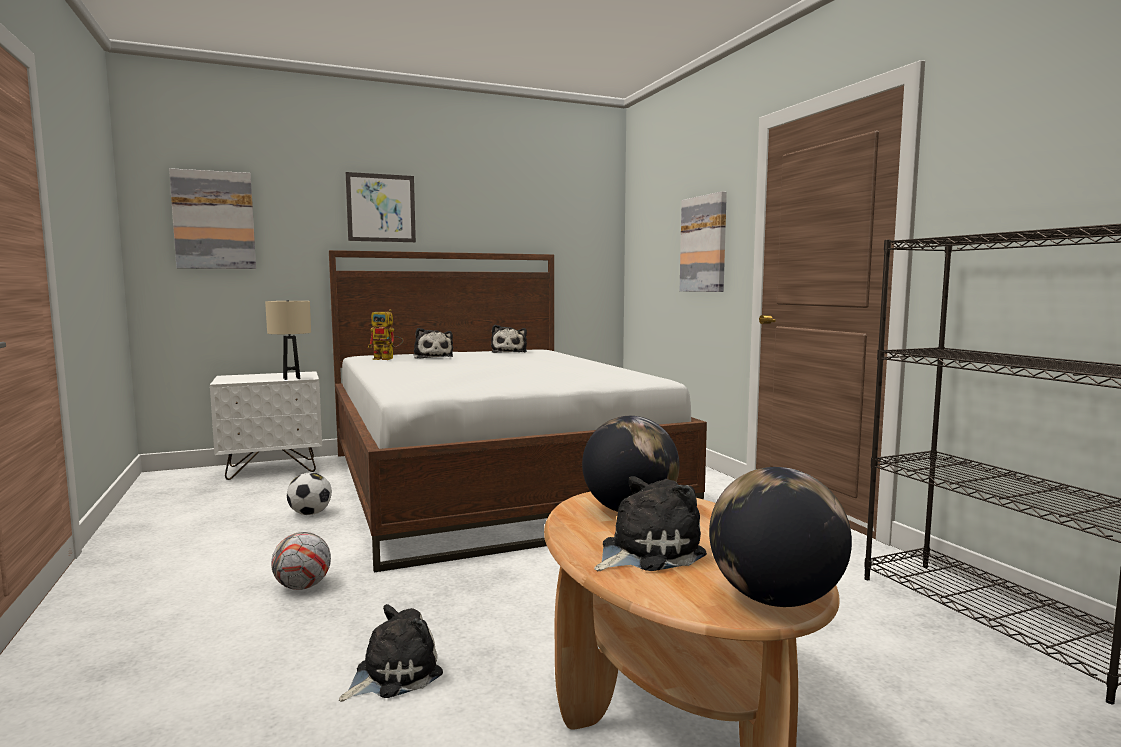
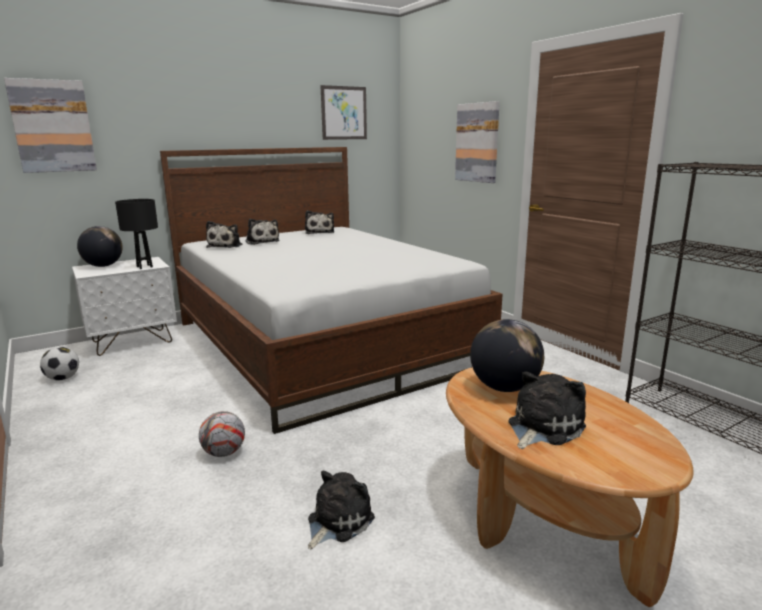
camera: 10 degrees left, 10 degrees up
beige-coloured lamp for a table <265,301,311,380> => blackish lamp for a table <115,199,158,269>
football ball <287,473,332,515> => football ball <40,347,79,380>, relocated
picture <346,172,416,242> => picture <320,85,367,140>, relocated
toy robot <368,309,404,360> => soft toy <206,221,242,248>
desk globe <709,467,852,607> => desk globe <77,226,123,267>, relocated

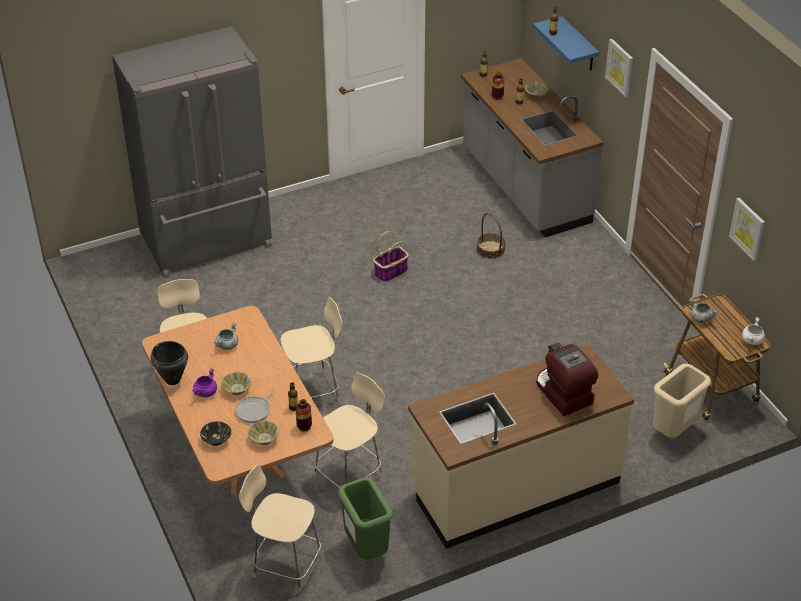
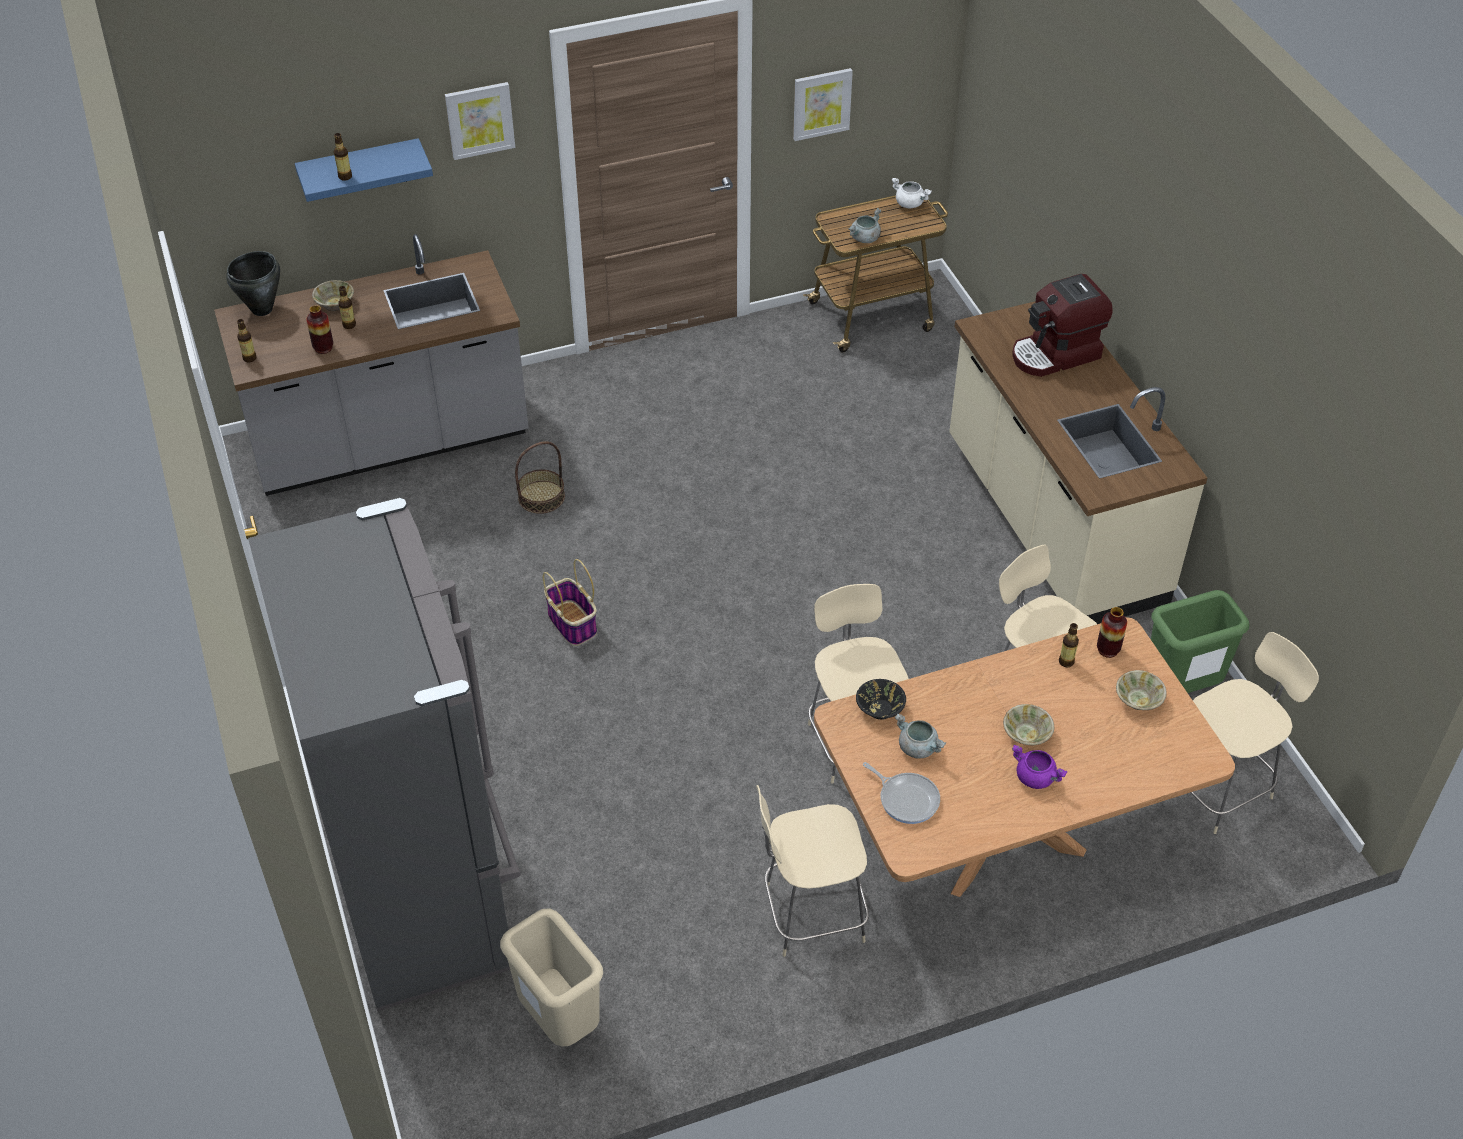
camera: 85 degrees left, 5 degrees up
blackish cooking pot <151,341,188,385> => blackish cooking pot <226,251,280,316>, relocated
blackish deep dish <200,421,231,446> => blackish deep dish <856,679,906,720>, relocated
frying pan <235,387,276,423> => frying pan <863,762,940,824>, relocated
beige-coloured chair <239,464,322,593> => beige-coloured chair <1190,632,1319,834>, 150 degrees counterclockwise
beige-coloured trash can <653,364,711,438> => beige-coloured trash can <500,908,603,1047>, relocated

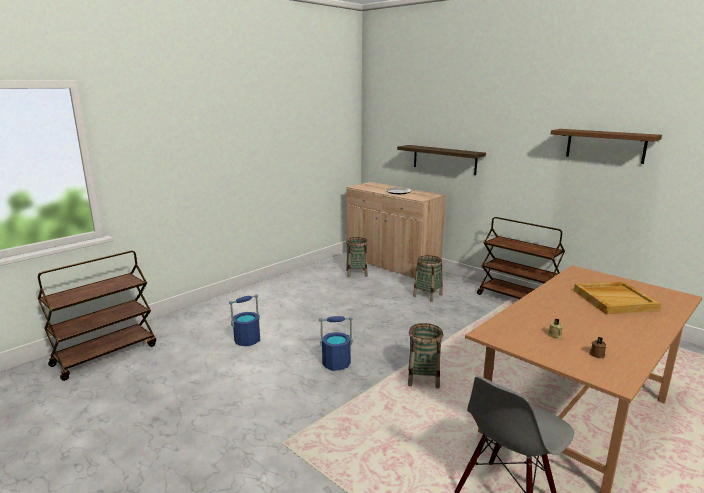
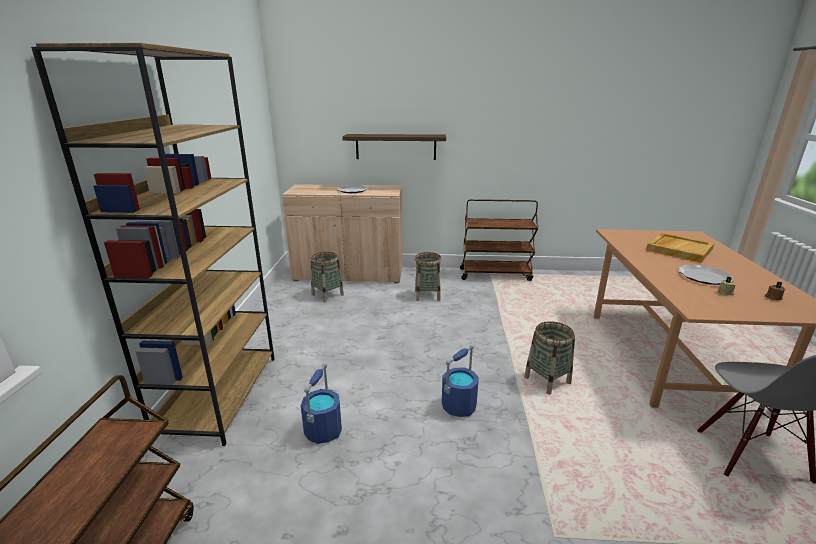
camera: 40 degrees left, 5 degrees up
brownish shelf <551,129,662,164> => nothing
nothing => brownish shelving unit <31,43,275,446>
nothing => plate <679,265,734,285>

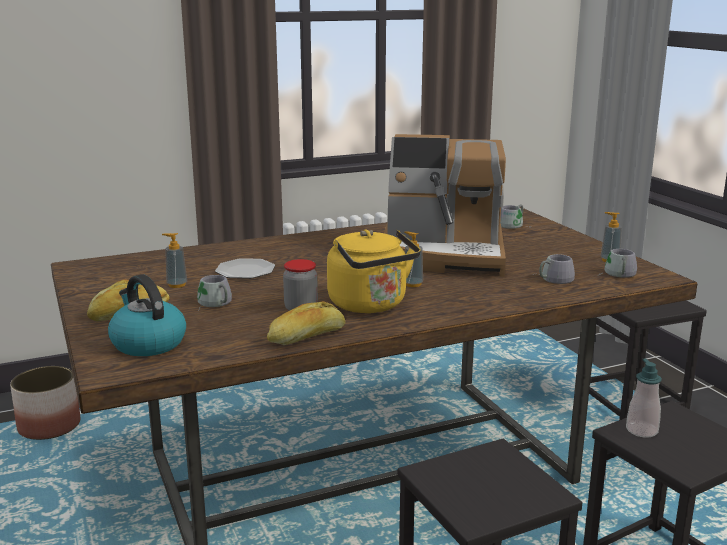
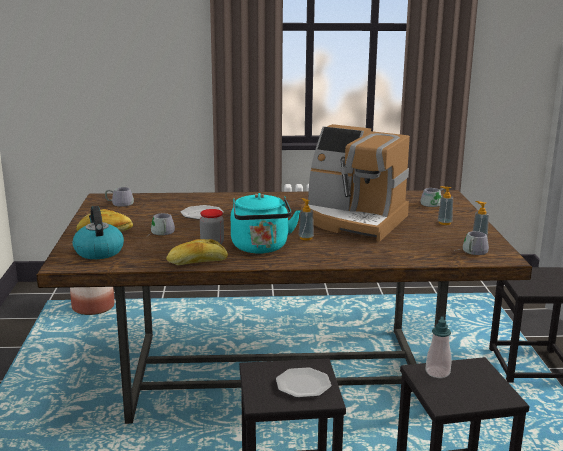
camera: 20 degrees right, 0 degrees up
liquid soap bottle <162,233,187,288> => liquid soap bottle <438,186,453,225>, relocated
yellowish water kettle <327,229,421,313> => turquoise-coloured water kettle <231,193,300,253>
greyish mug <533,254,575,284> => greyish mug <105,187,134,207>, relocated
nothing => plate <276,367,332,398>

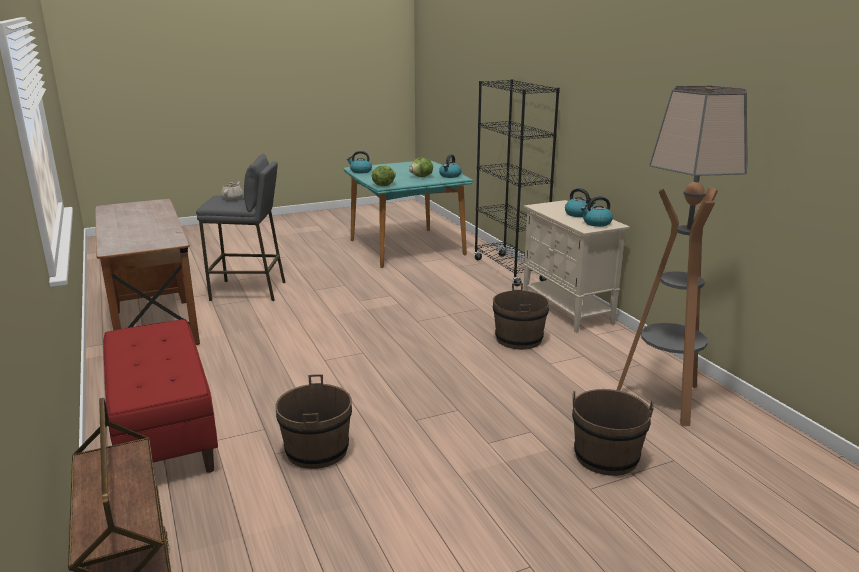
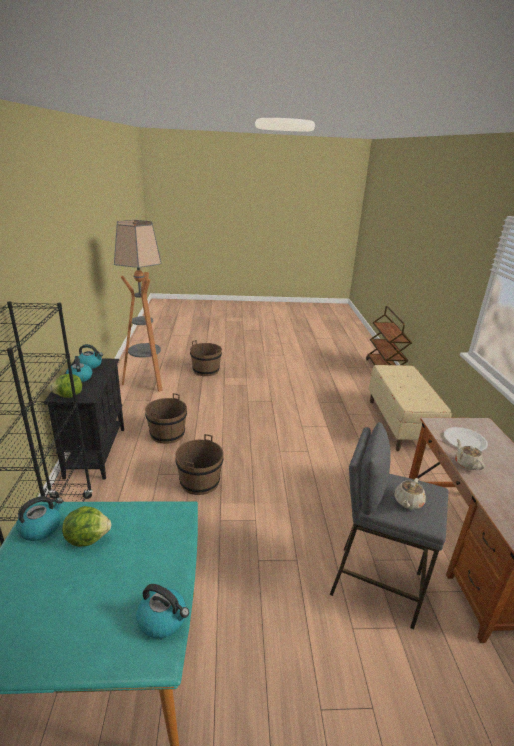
camera: 160 degrees left, 5 degrees up
red-coloured bench <103,319,218,473> => beige-coloured bench <369,365,452,451>
brownish pail <275,374,352,469> => brownish pail <175,434,224,495>, relocated
lettuce <372,166,396,186> => lettuce <50,374,82,398>, relocated
beige-coloured cabinet <523,200,630,333> => blackish cabinet <44,358,124,480>
nothing => whitish plate <444,427,488,451>
nothing => beige-coloured teapot <455,439,485,470>

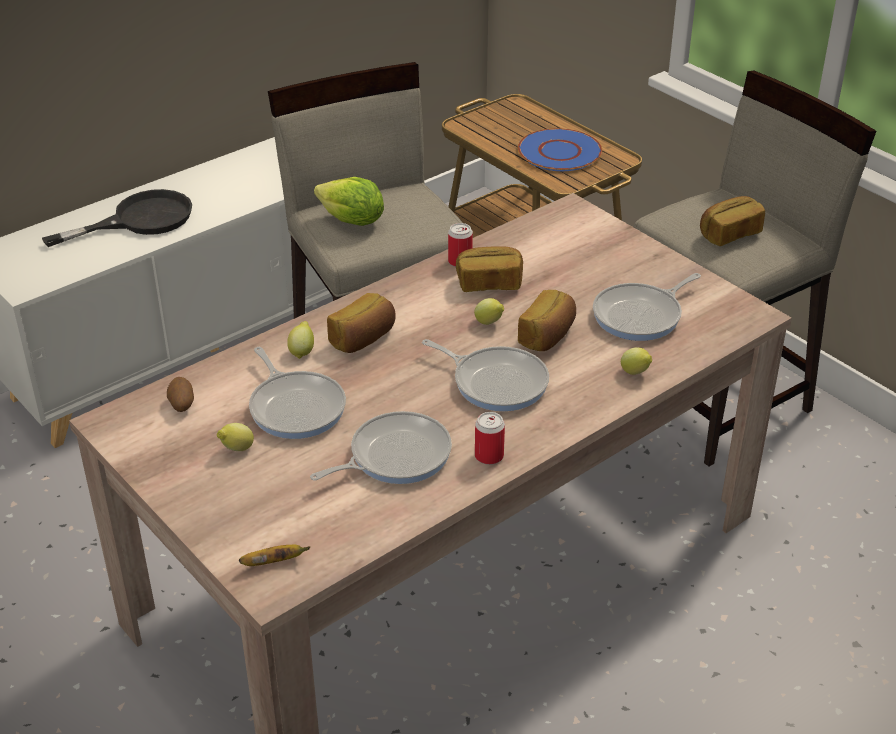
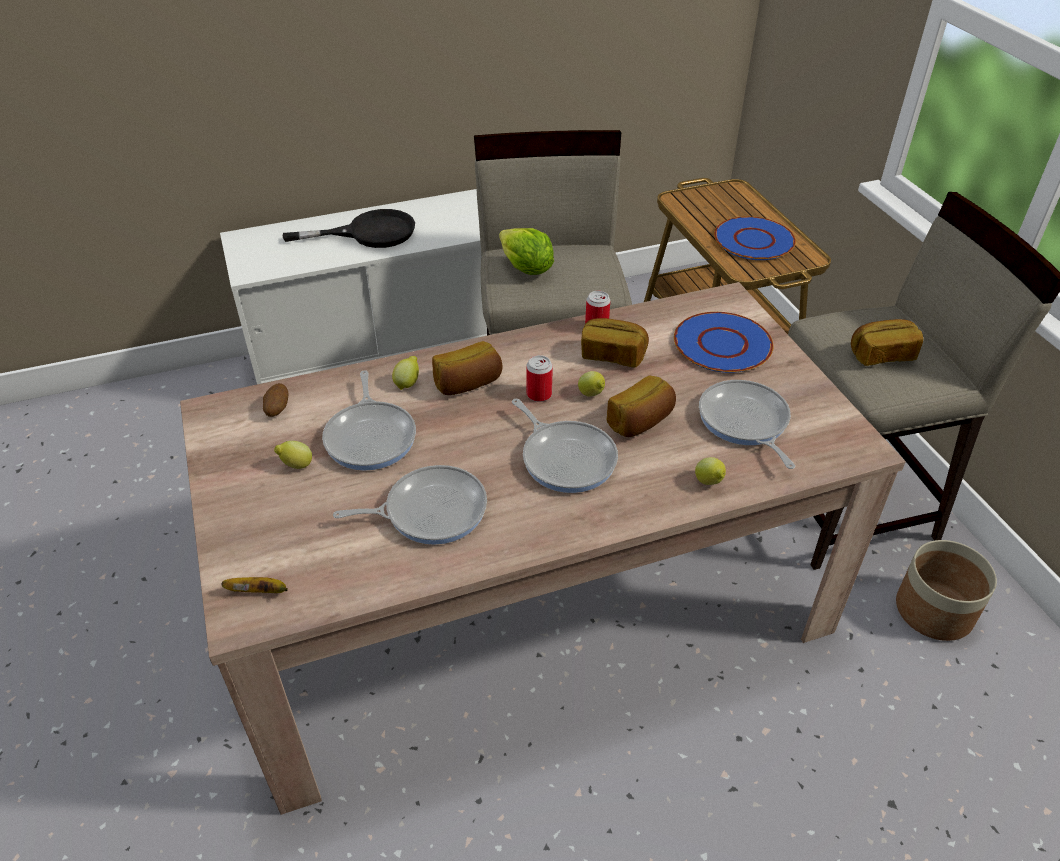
camera: 20 degrees right, 5 degrees up
sealed can <475,412,505,465> => sealed can <526,355,553,402>, relocated
frying pan <593,273,701,341> => frying pan <699,380,795,469>, 90 degrees clockwise
nothing => blue-coloured plate <674,312,773,373>
nothing => planter <896,540,997,641>

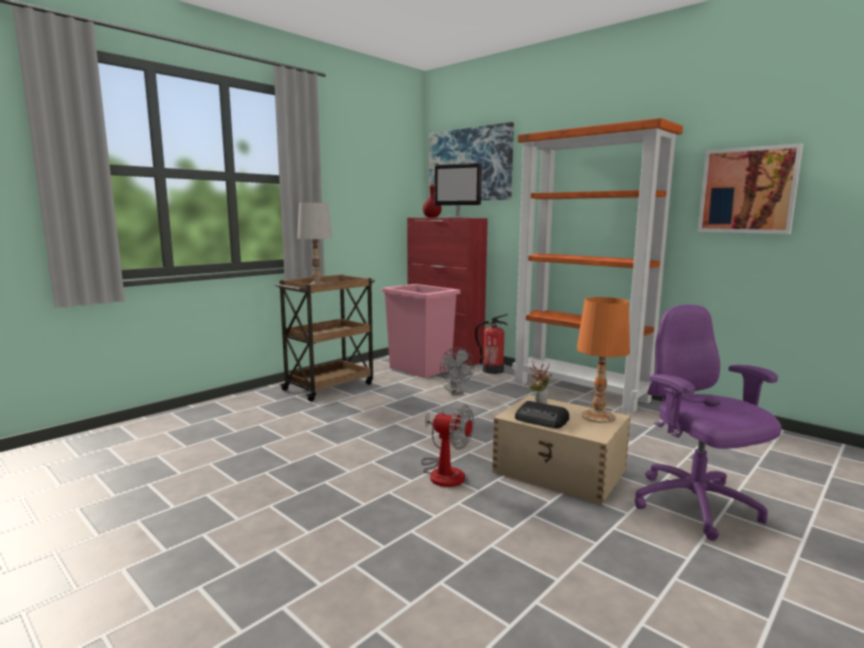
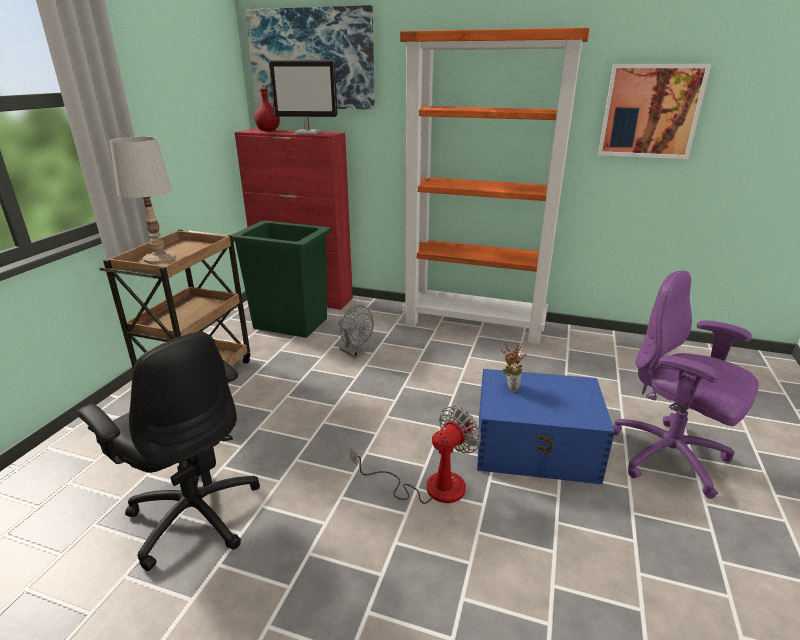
camera: 25 degrees left, 15 degrees up
pink-coloured trash can <382,284,460,378> => greenish trash can <232,221,331,338>
fan <421,404,474,487> => fan <350,406,481,504>, 45 degrees counterclockwise
fire extinguisher <475,314,508,374> => nothing
beige-coloured storage box <492,395,631,505> => blue-coloured storage box <477,369,615,484>
radio set <515,401,569,428> => nothing
orangey lamp for a table <577,297,630,423> => nothing
nothing => blackish computer chair <77,332,260,571>

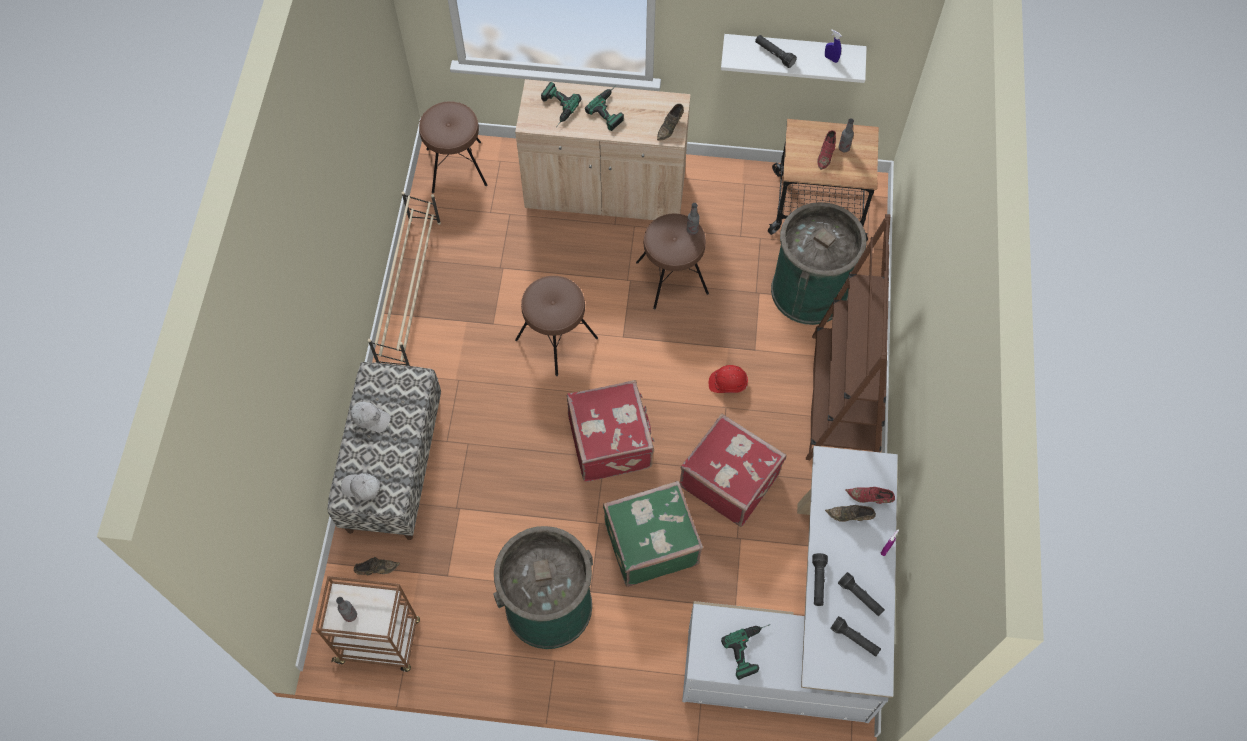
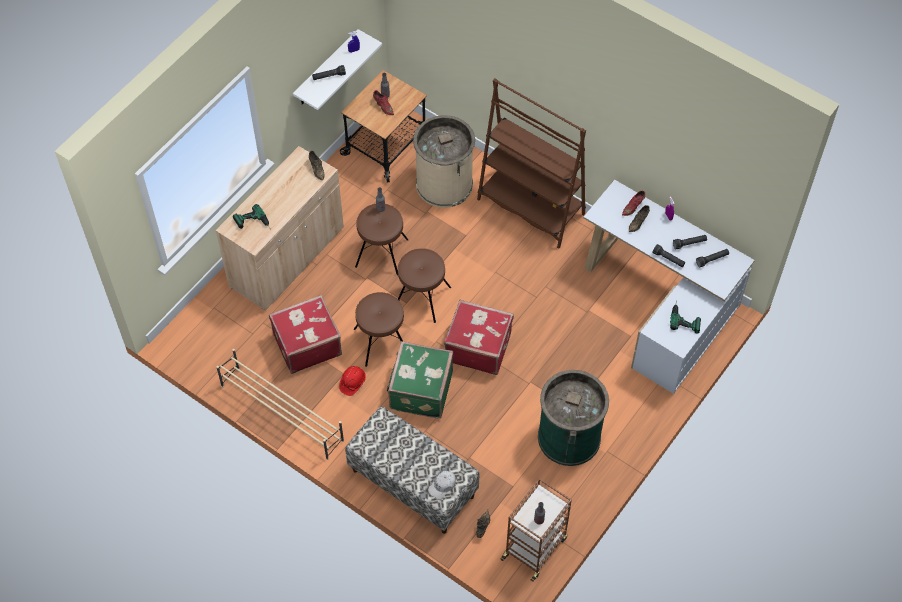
camera: 60 degrees left, 5 degrees down
whitish cap <350,401,391,433> => nothing
brownish sitting stool <419,101,487,194> => brownish sitting stool <398,248,451,323>, relocated
drill <585,85,624,131> => nothing
greenish travel case <603,481,703,587> => greenish travel case <387,341,453,418>, relocated
red-coloured travel case <680,413,787,527> => red-coloured travel case <269,295,342,374>, relocated
red-coloured work helmet <709,365,748,393> => red-coloured work helmet <339,366,366,396>, relocated
greenish trash can <771,202,866,325> => beige-coloured trash can <413,115,475,208>

